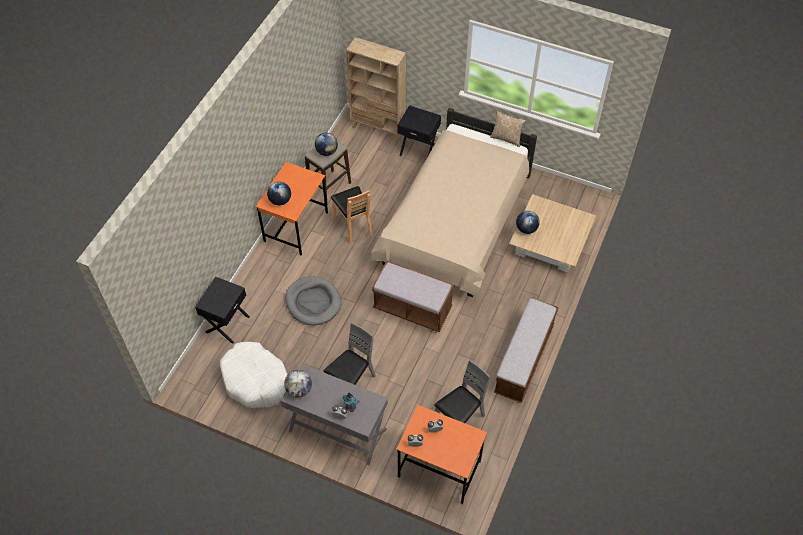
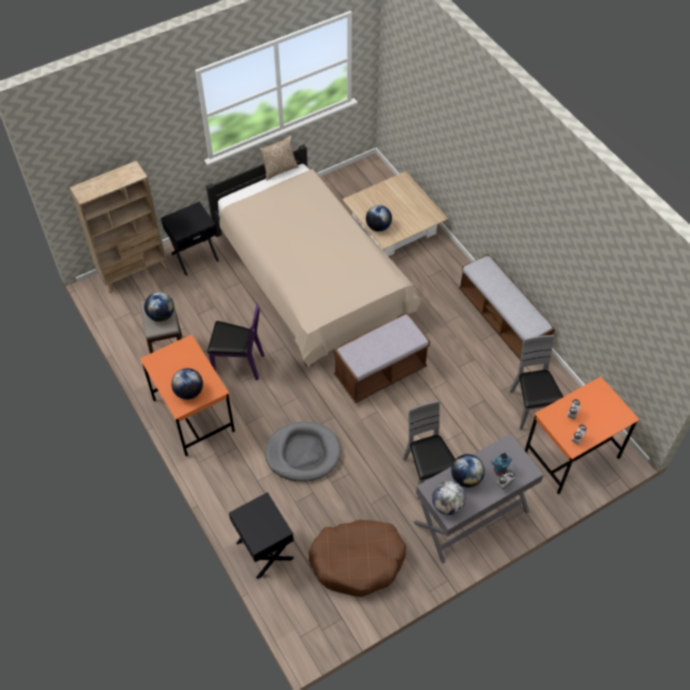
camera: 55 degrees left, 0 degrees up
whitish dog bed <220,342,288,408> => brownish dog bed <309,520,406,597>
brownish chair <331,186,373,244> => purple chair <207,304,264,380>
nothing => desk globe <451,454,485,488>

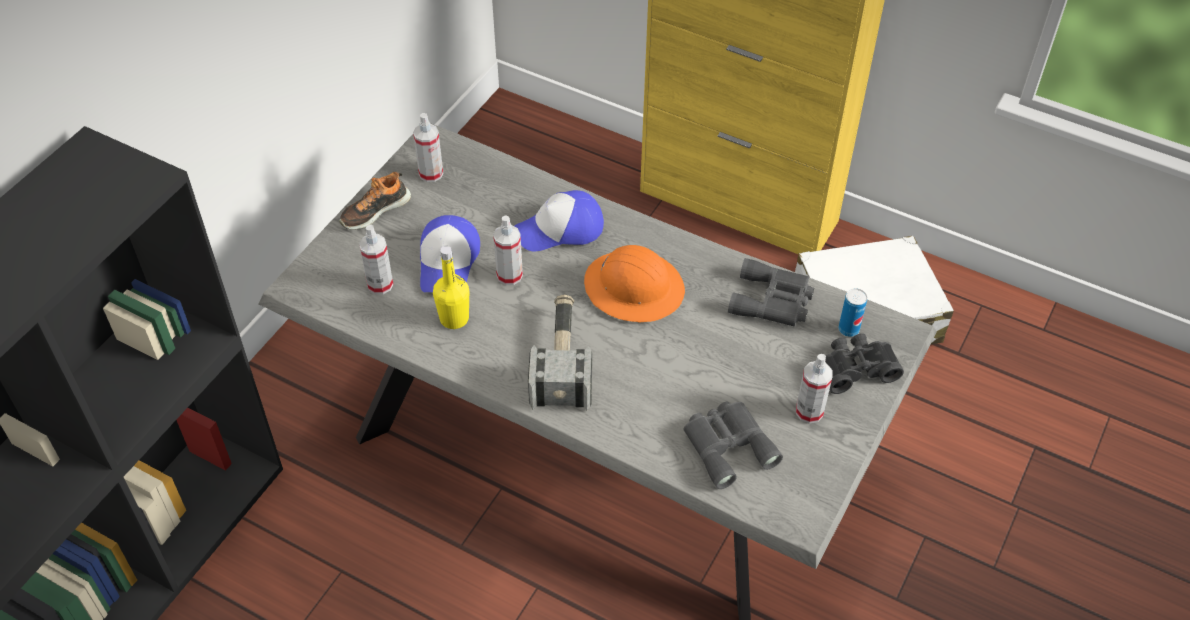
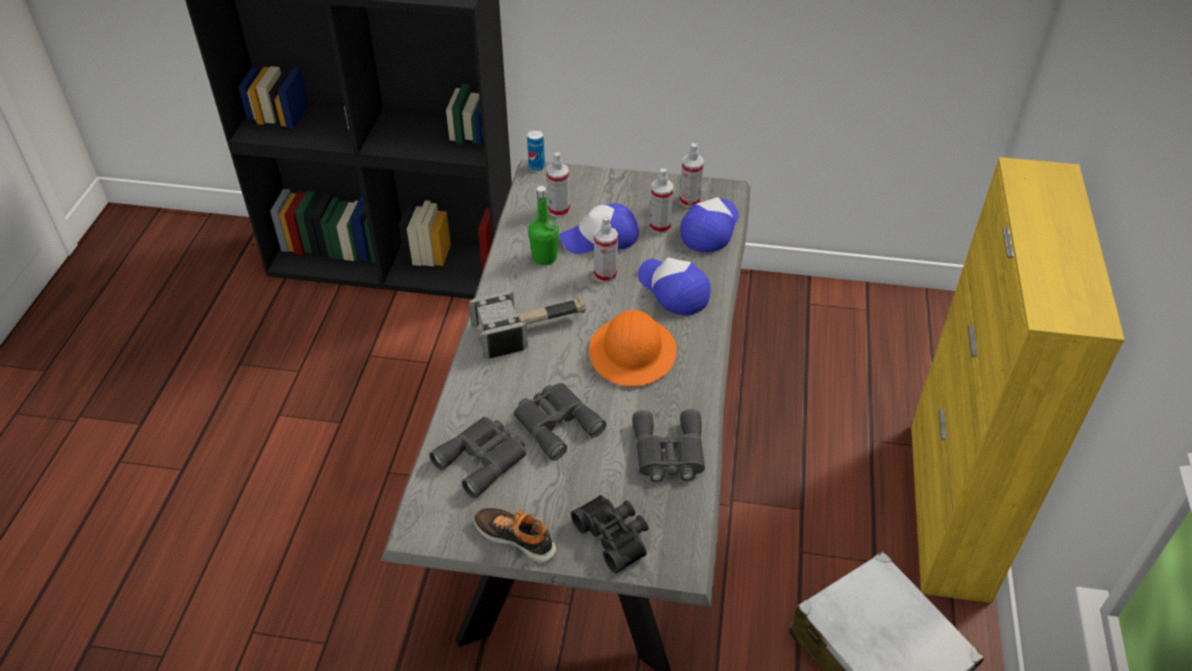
camera: 70 degrees right, 5 degrees down
item of footwear <339,172,411,230> => item of footwear <474,508,556,563>, relocated
yellowish drink bottle <433,246,469,329> => greenish drink bottle <528,186,559,265>
spray bottle <796,354,832,424> => spray bottle <650,168,673,234>, relocated
sealed can <838,288,867,337> => sealed can <527,130,545,171>, relocated
nothing => greyish binoculars <514,383,606,461>
nothing => cap <680,197,739,253>

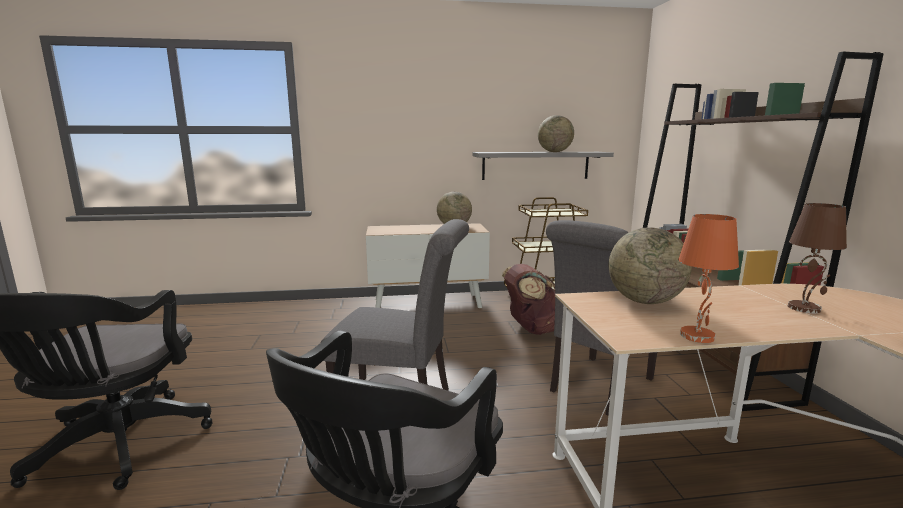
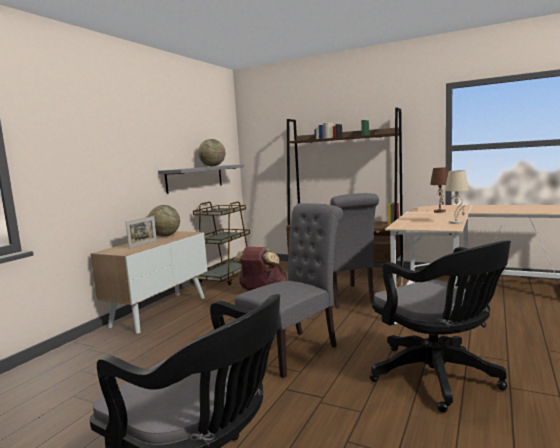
camera: 55 degrees left, 5 degrees down
desk globe <609,228,692,304> => nothing
orangey lamp for a table <678,214,739,343> => beige-coloured lamp for a table <445,170,469,224>
nothing => photo frame <125,216,157,249>

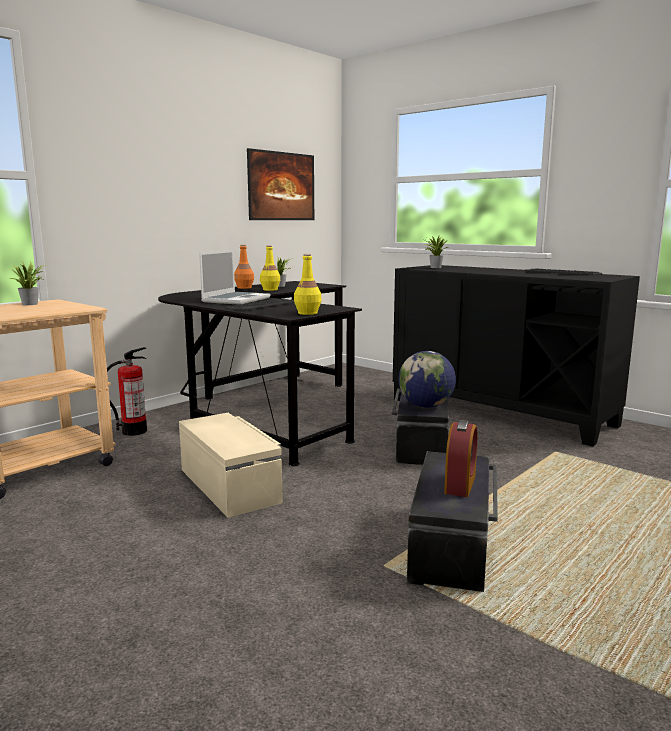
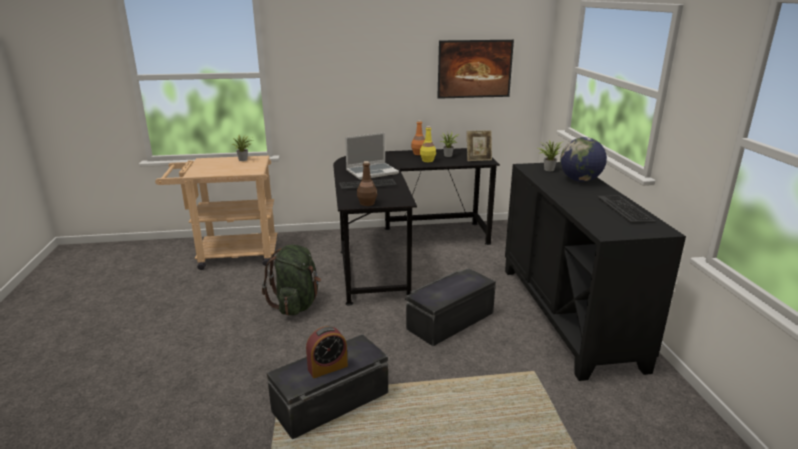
camera: 40 degrees right, 10 degrees up
fire extinguisher <107,347,147,436> => nothing
beige-coloured storage box <179,413,283,518> => greenish rucksack <262,244,321,316>
yellowish drink bottle <294,254,322,315> => brownish drink bottle <357,161,377,206>
desk globe <399,351,456,408> => desk globe <560,137,607,182>, relocated
nothing => photo frame <467,130,492,161>

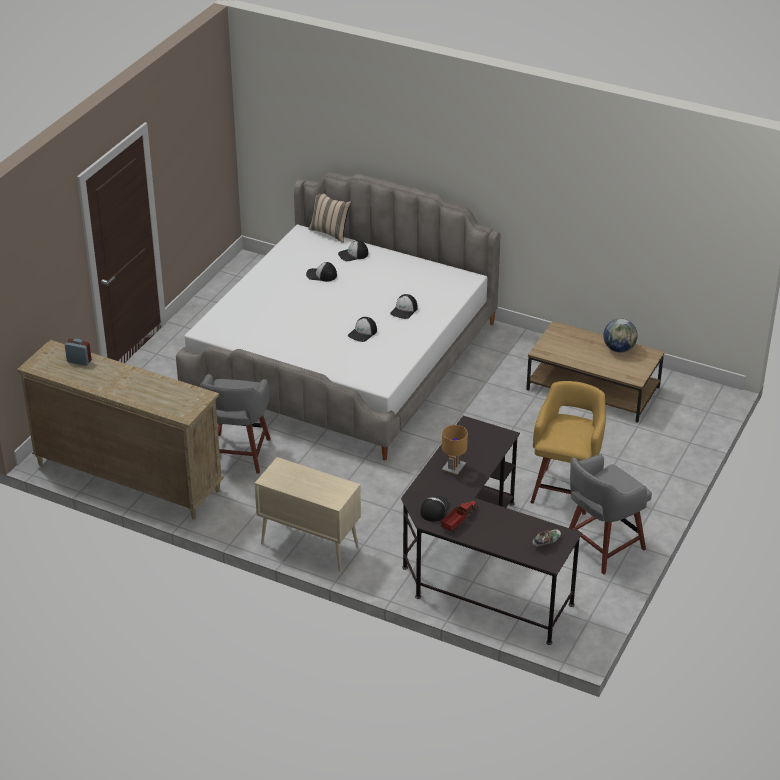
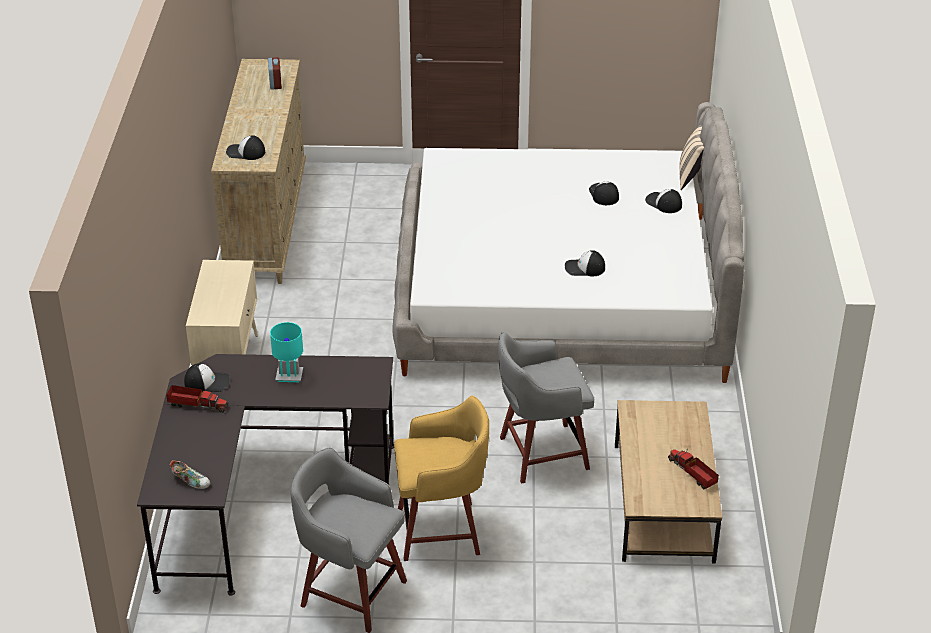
camera: 65 degrees right, 0 degrees up
greyish sitting stool <200,374,271,474> => greyish sitting stool <498,332,594,483>, relocated
cap <348,317,377,342> => cap <226,135,265,160>, relocated
brownish lamp for a table <442,425,468,475> => turquoise-coloured lamp for a table <270,322,303,382>
desk globe <603,318,637,353> => toy truck <668,449,719,489>

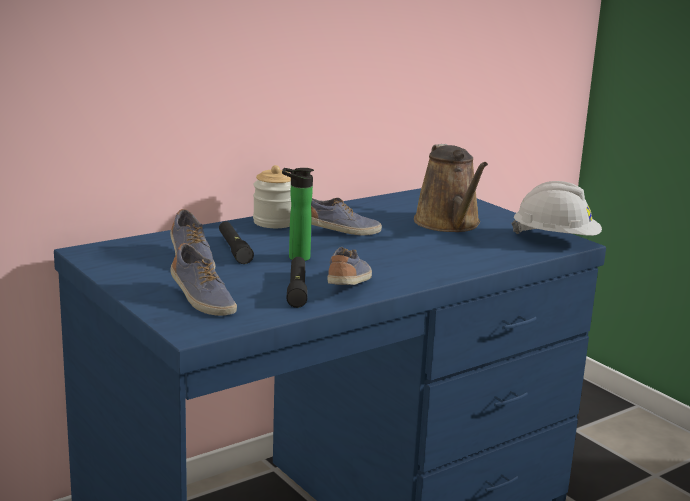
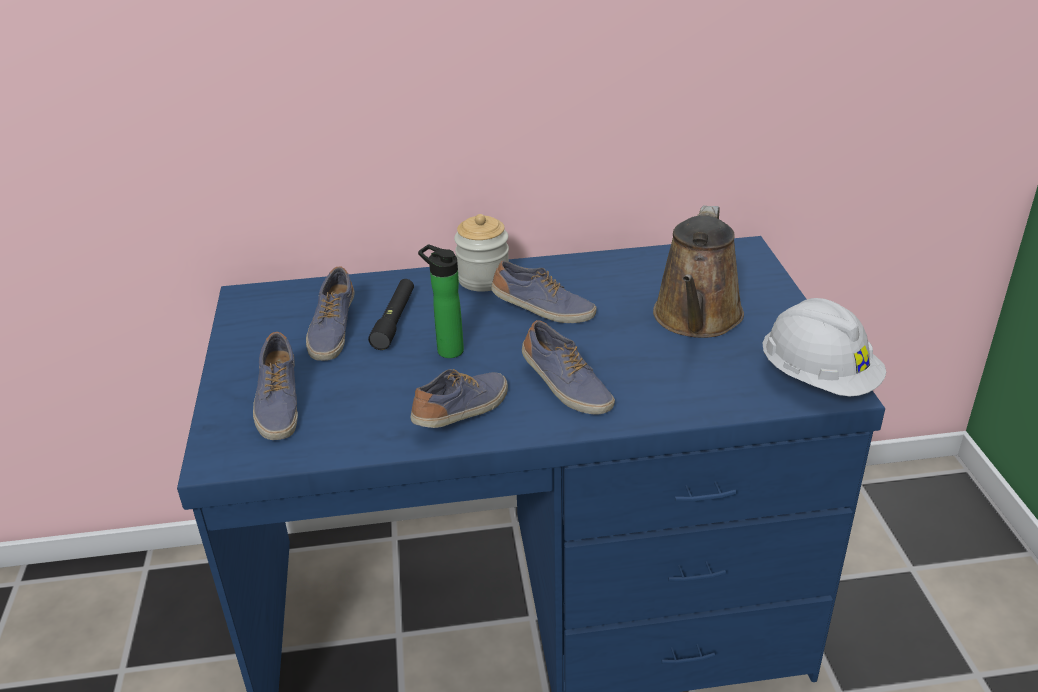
camera: 30 degrees right, 15 degrees up
blackish hand torch <286,257,308,308> => nothing
nothing => item of footwear <522,320,615,414>

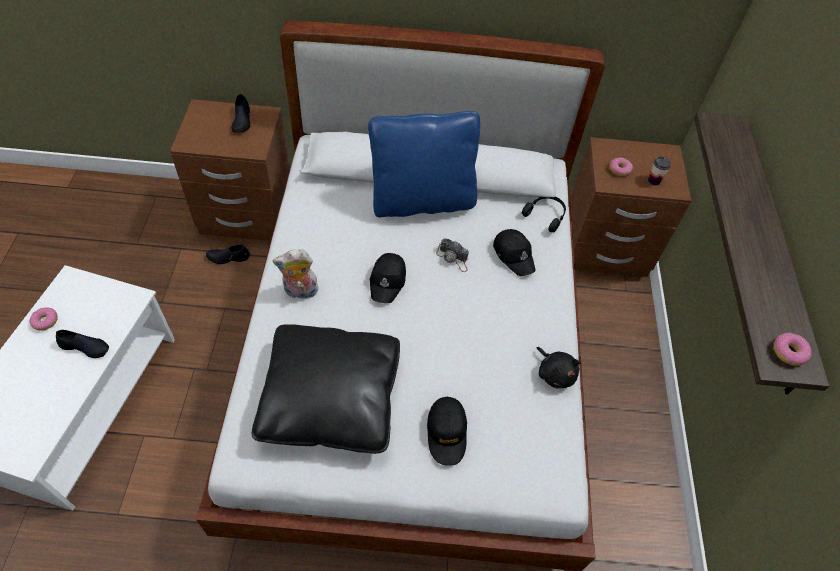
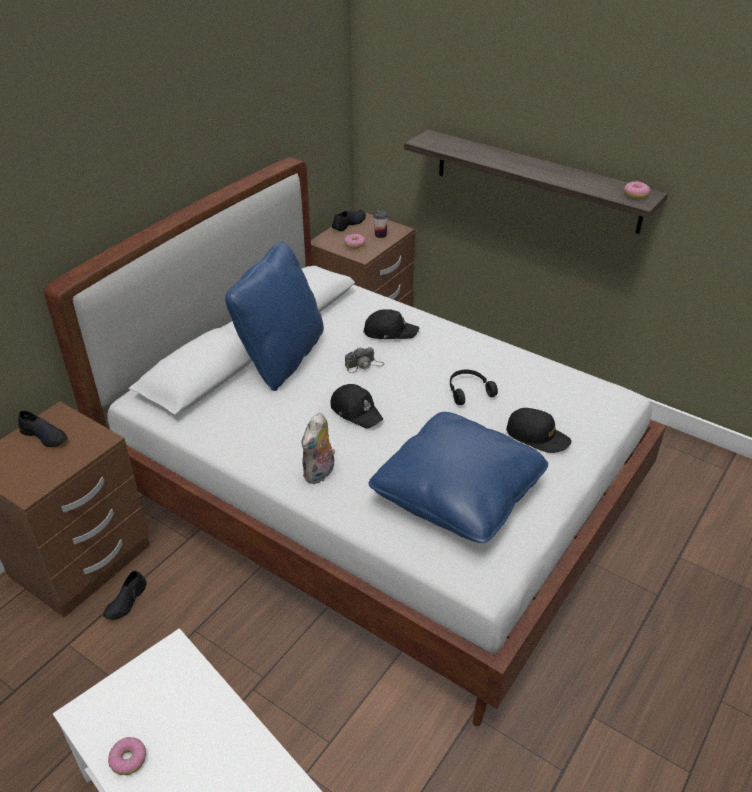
camera: 55 degrees left, 15 degrees down
blackish item of footwear <56,330,109,358> => blackish item of footwear <332,210,366,231>, relocated
blackish throw pillow <252,324,400,454> => blue-coloured throw pillow <369,412,548,543>
blackish headphones <522,196,566,233> => blackish headphones <450,370,498,405>, relocated
blackish soft toy <537,347,581,388> => nothing

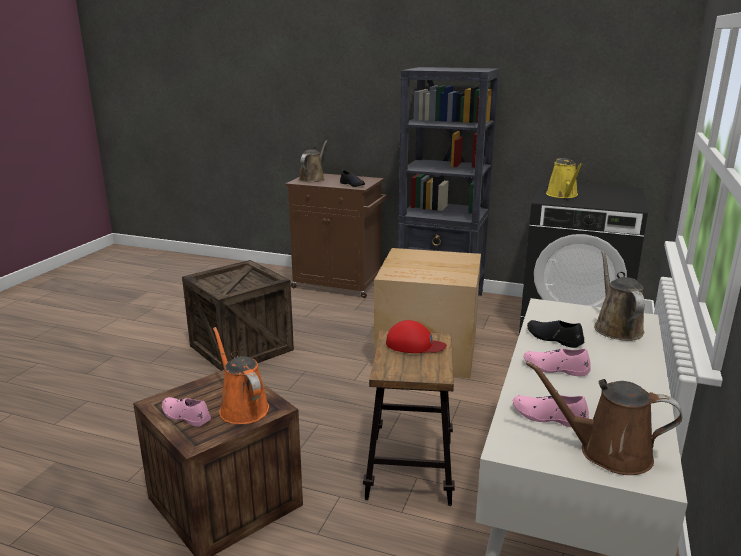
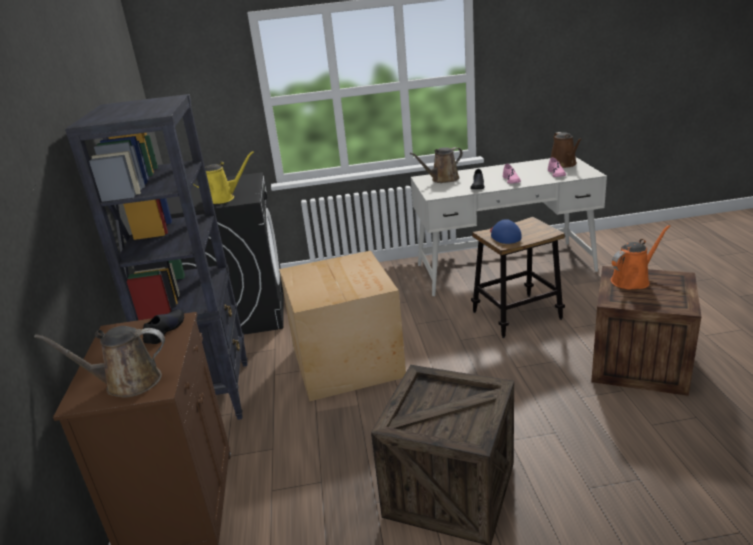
camera: 115 degrees left, 5 degrees up
pink-coloured item of footwear <162,397,211,427> => nothing
orangey watering pot <213,327,269,424> => orangey watering pot <611,225,670,290>, 150 degrees counterclockwise
red-coloured cap <386,320,447,353> => blue-coloured cap <490,219,522,244>

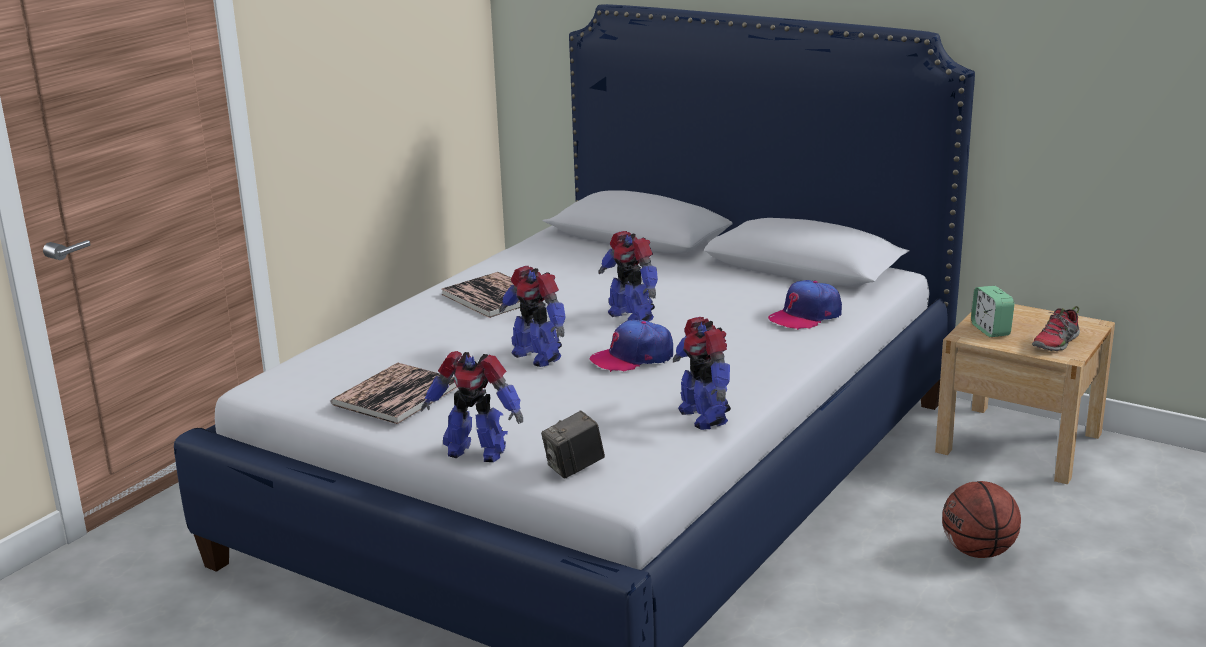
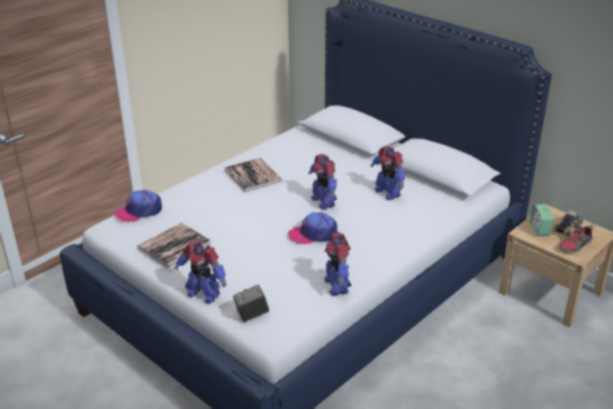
camera: 10 degrees right, 10 degrees up
toy robot <499,266,566,367> => toy robot <371,146,405,200>, relocated
cap <768,280,842,330> => cap <114,190,162,222>, relocated
basketball ball <942,481,1021,558> => nothing
nothing => toy truck <553,207,583,236>

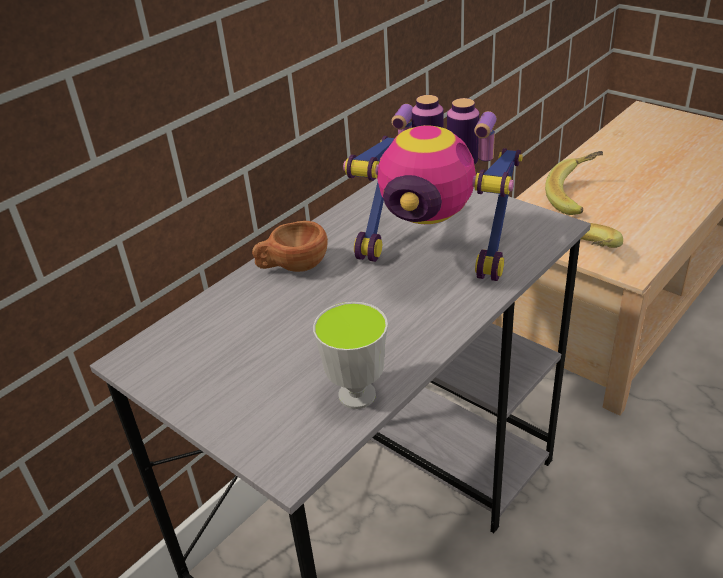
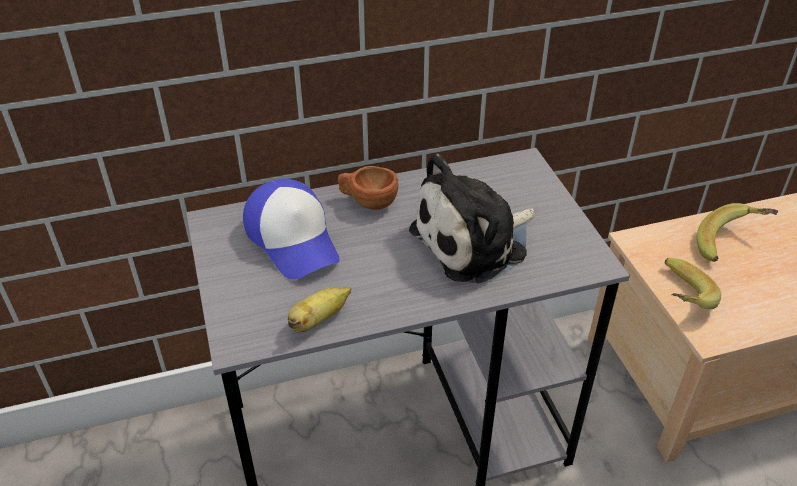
camera: 30 degrees right, 5 degrees up
cup <313,302,388,409> => banana <288,287,351,332>
toy robot <343,95,523,281> => soft toy <409,154,535,283>
nothing => cap <243,179,340,280>

